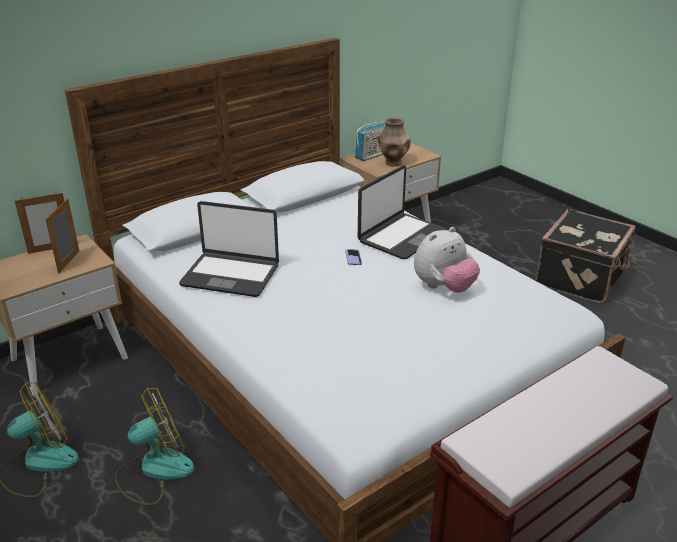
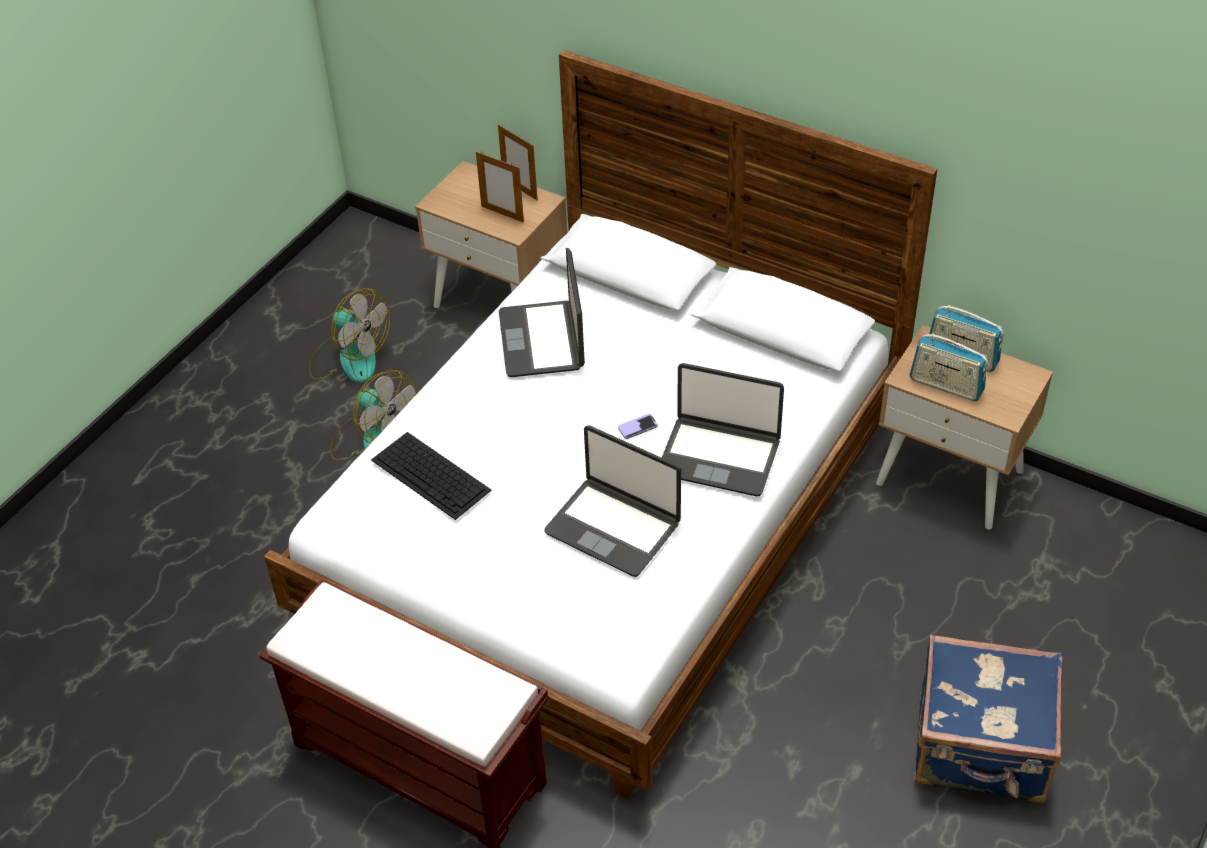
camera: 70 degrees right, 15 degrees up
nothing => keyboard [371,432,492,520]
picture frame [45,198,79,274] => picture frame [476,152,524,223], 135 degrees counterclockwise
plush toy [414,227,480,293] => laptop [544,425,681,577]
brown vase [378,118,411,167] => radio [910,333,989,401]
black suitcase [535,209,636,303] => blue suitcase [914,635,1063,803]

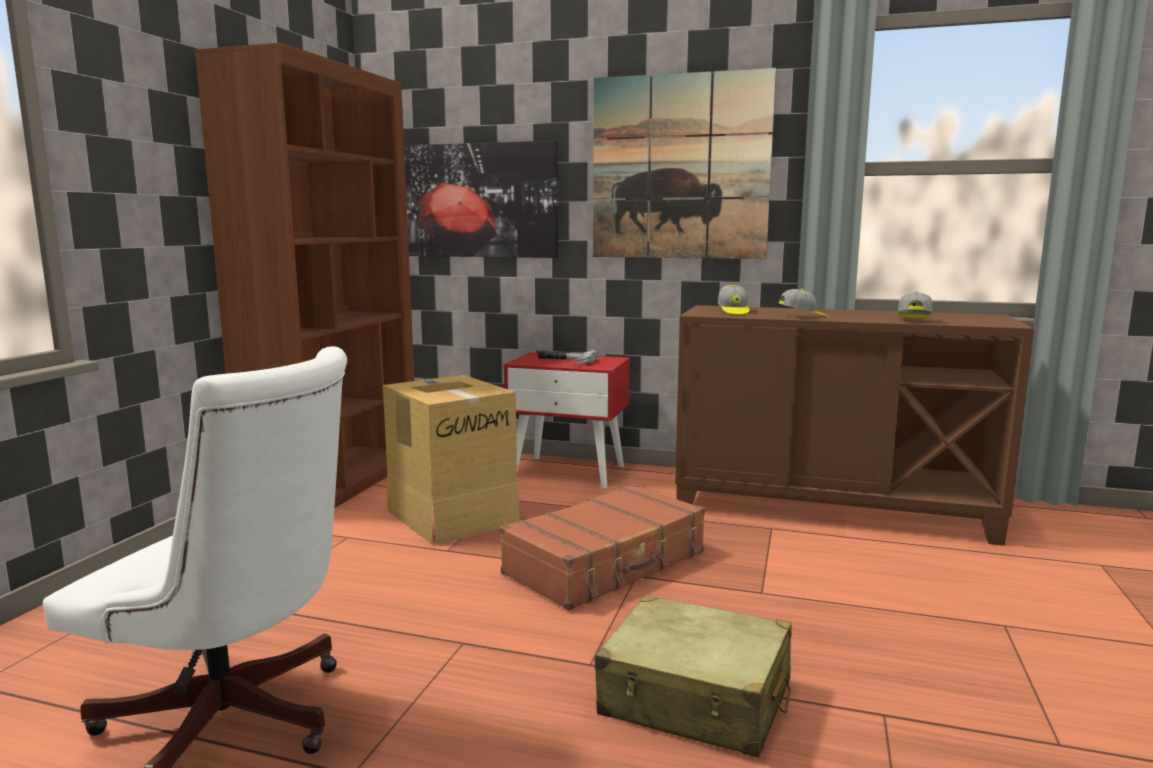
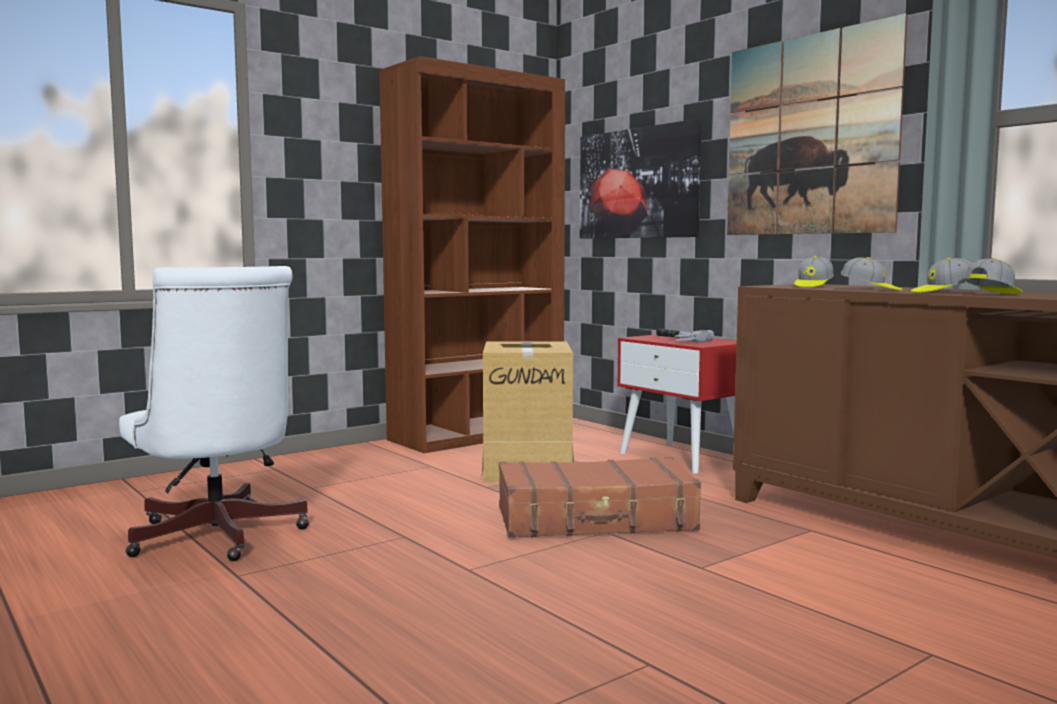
camera: 35 degrees right, 5 degrees down
nothing => cap [911,258,972,293]
beige suitcase [595,595,792,758] => nothing

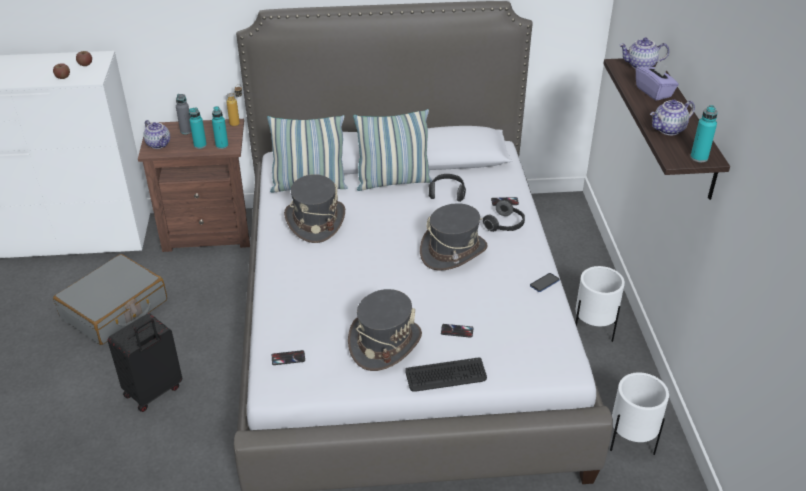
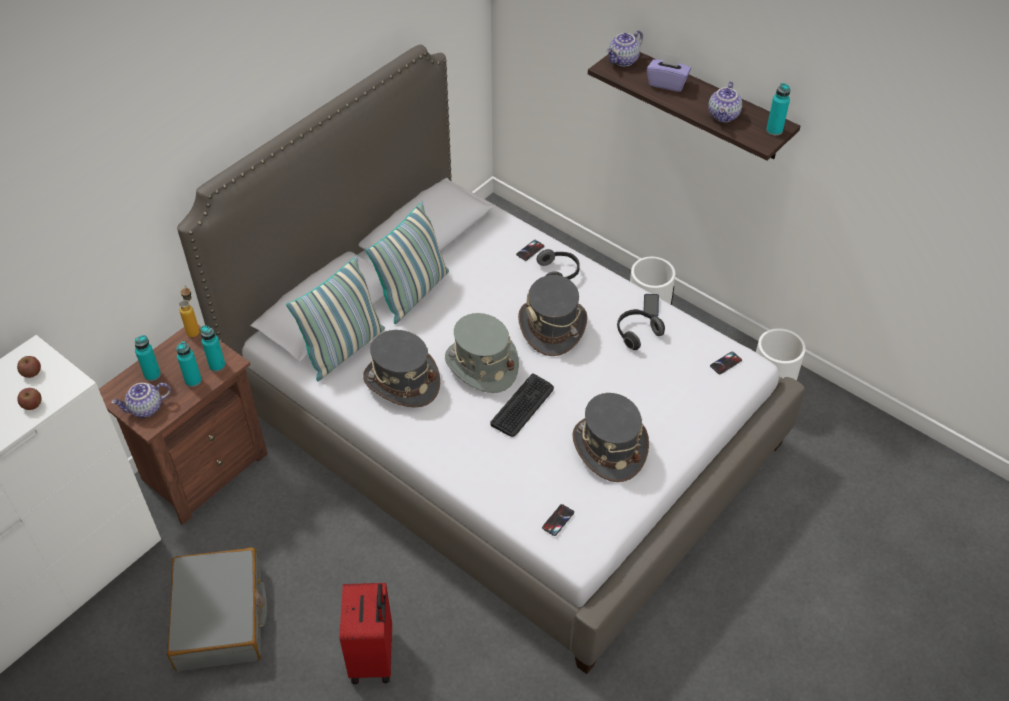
camera: 45 degrees left, 10 degrees up
teapot [143,120,170,149] => teapot [111,383,171,417], 150 degrees clockwise
grey bottle [176,94,192,134] => turquoise bottle [135,335,161,381]
black suitcase [107,313,182,412] => red suitcase [340,583,392,684]
nothing => grey hat [445,313,519,393]
keyboard [405,357,487,392] => keyboard [491,374,554,437], moved
headphones [429,174,466,202] => headphones [617,309,665,350], moved
phone [441,324,473,338] => phone [710,352,742,375], moved

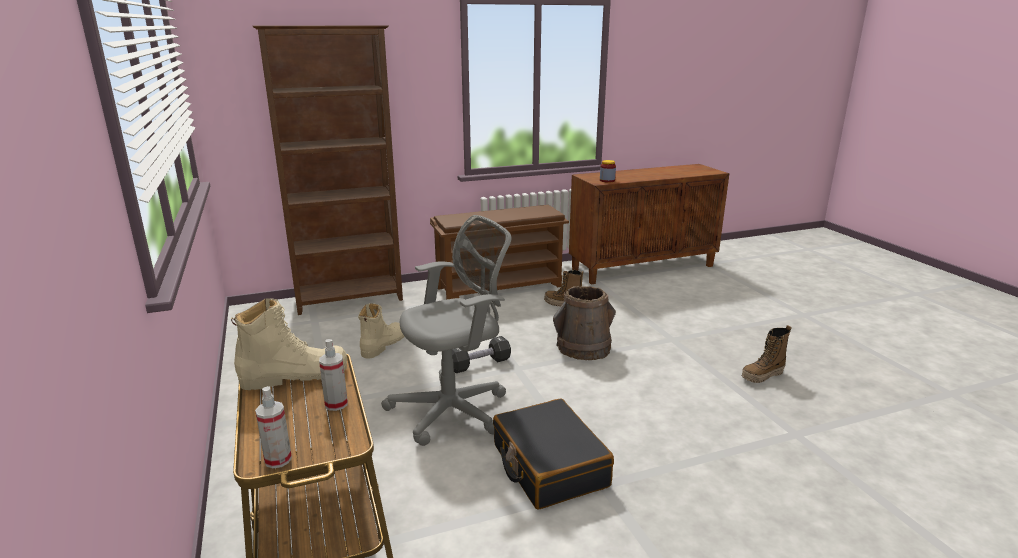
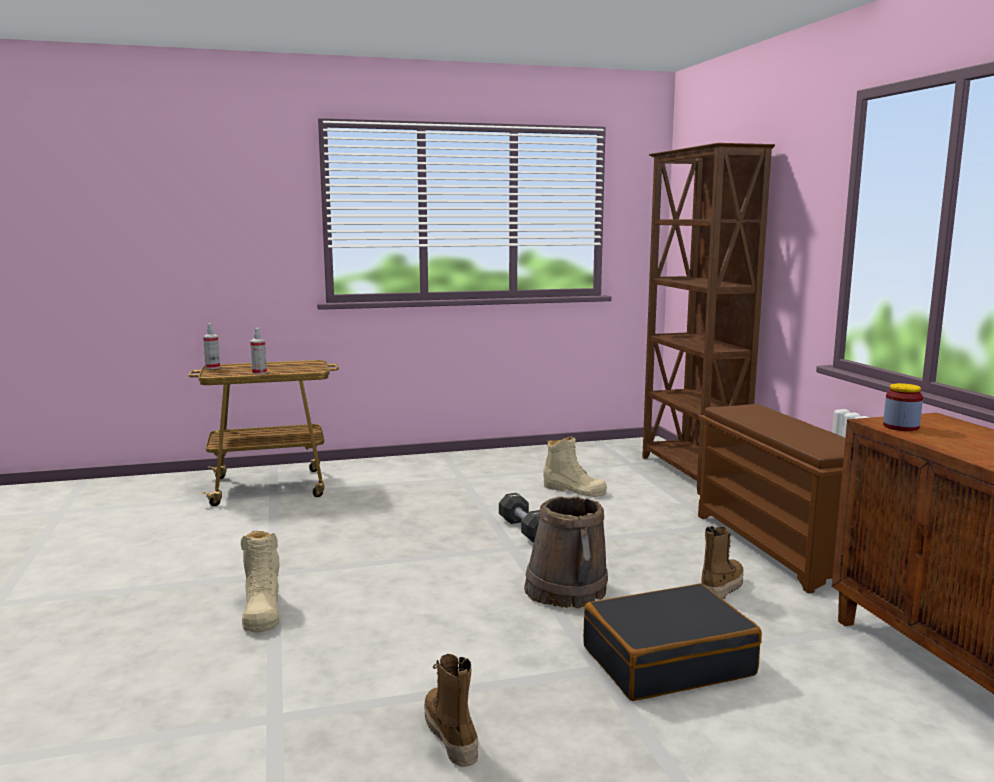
camera: 95 degrees right, 10 degrees down
beige boot [231,298,347,390] => beige boot [241,531,280,633], moved
black suitcase [493,398,614,510] => black suitcase [583,583,762,701], moved
grey office chair [381,215,511,446] => nothing

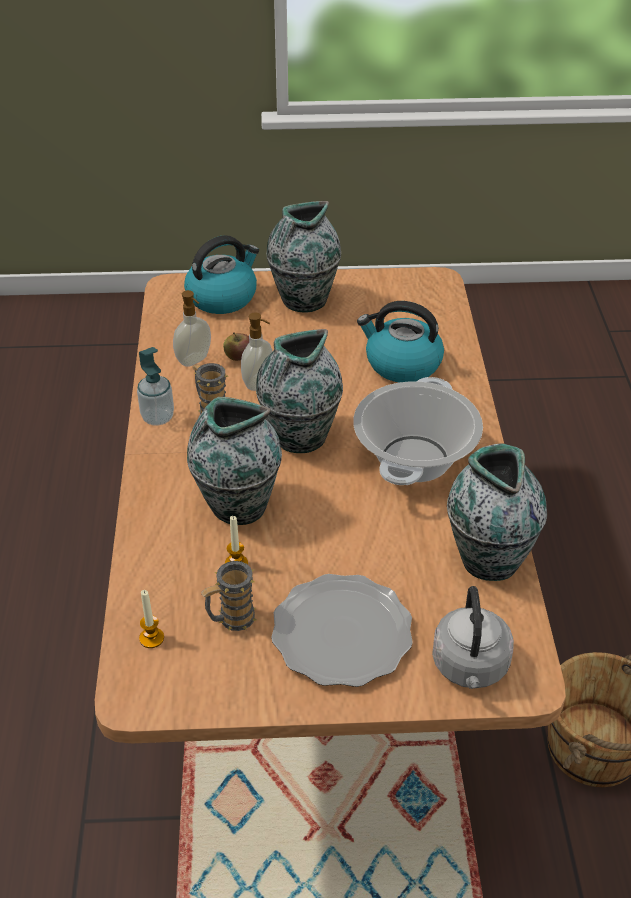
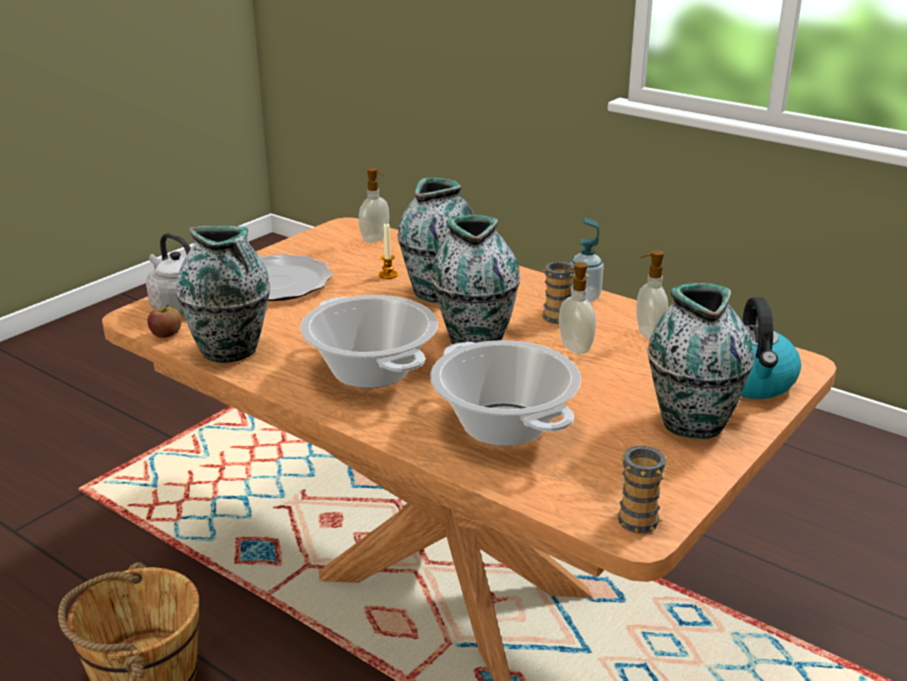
camera: 130 degrees right, 15 degrees down
apple [223,332,249,361] => apple [147,304,182,338], moved
candle [139,590,164,648] => soap dispenser [359,168,389,243]
kettle [357,301,444,382] => cooking pot [430,340,581,446]
mug [201,561,256,631] => mug [614,446,669,533], moved

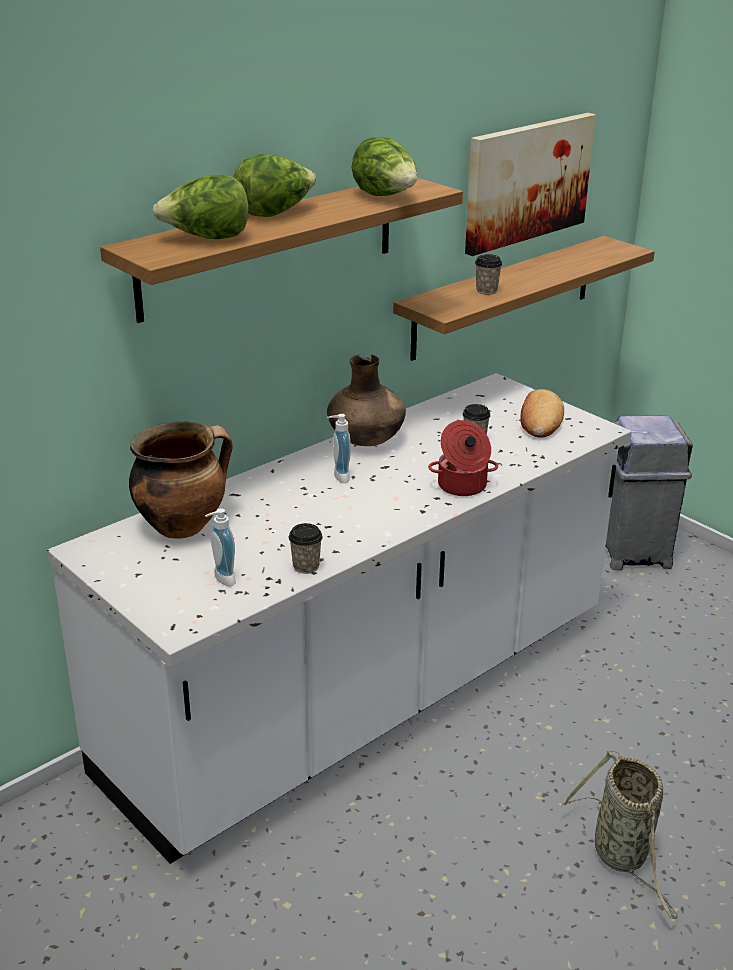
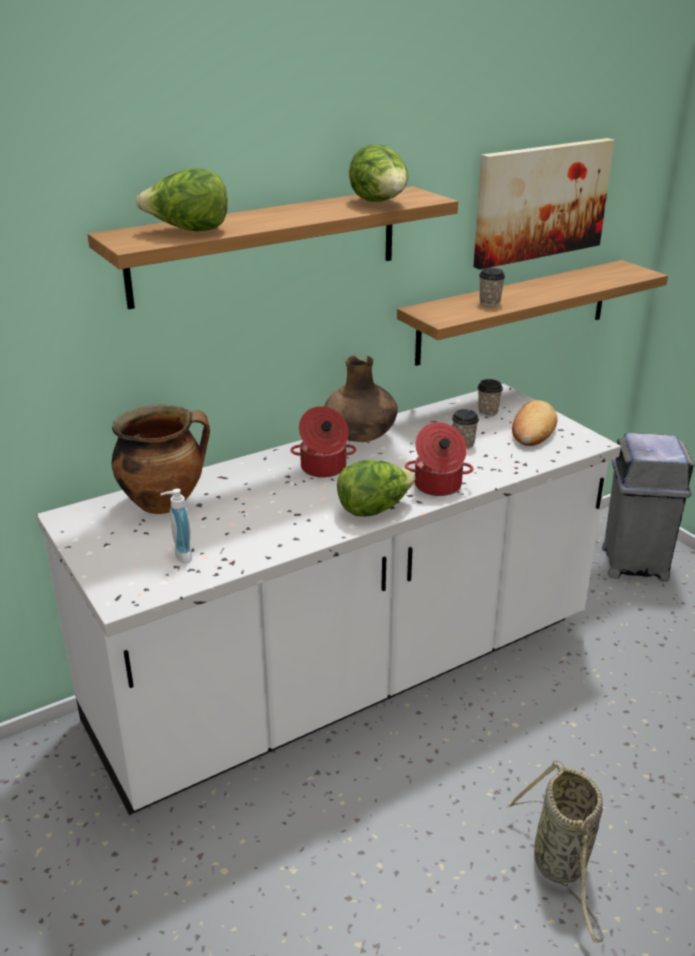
camera: 10 degrees right, 0 degrees up
soap dispenser [327,414,351,483] => cooking pot [290,406,356,478]
lettuce [233,154,316,217] => lettuce [337,459,415,517], moved
cup [289,523,323,574] => cup [477,379,503,416], moved

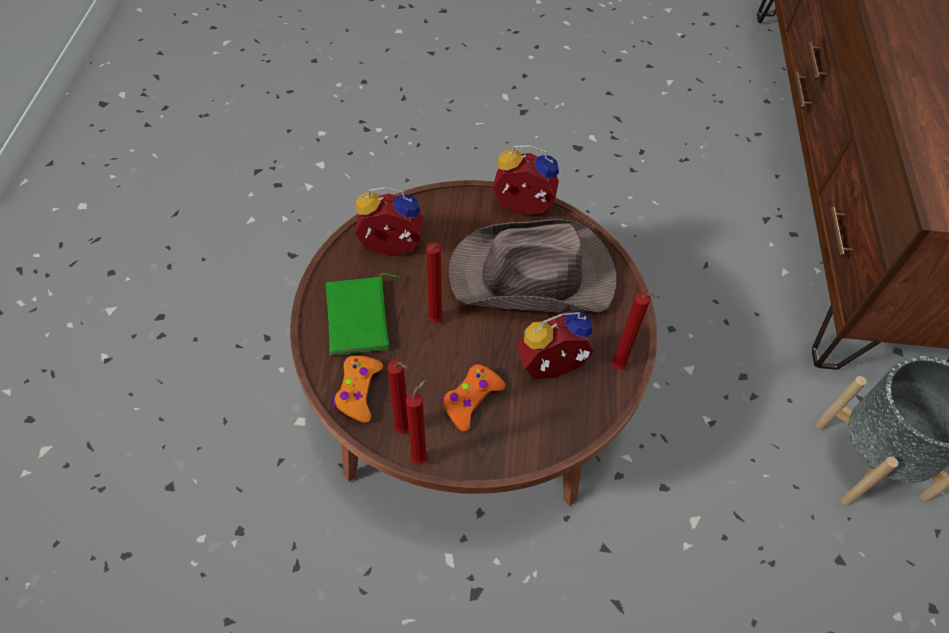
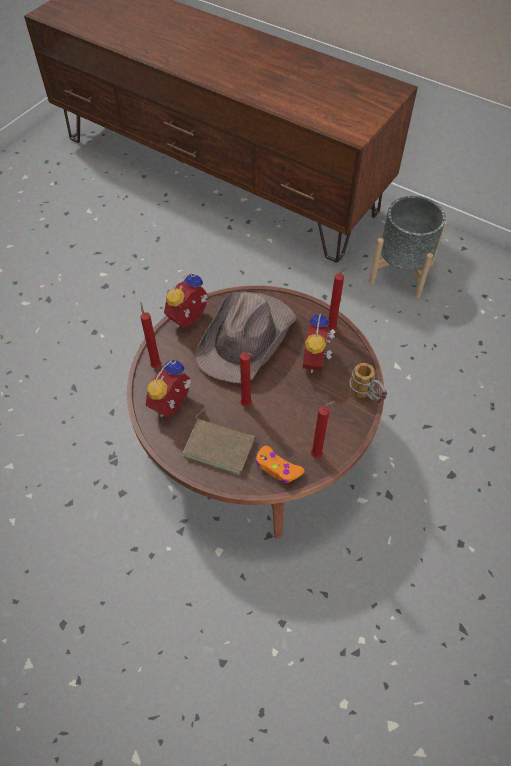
camera: 60 degrees left, 0 degrees up
red candle [406,380,428,465] => red candle [140,303,161,368], moved
green book [326,273,400,355] => brown book [182,408,255,475]
nothing => mug [349,363,387,405]
orange game controller [442,364,506,431] => nothing

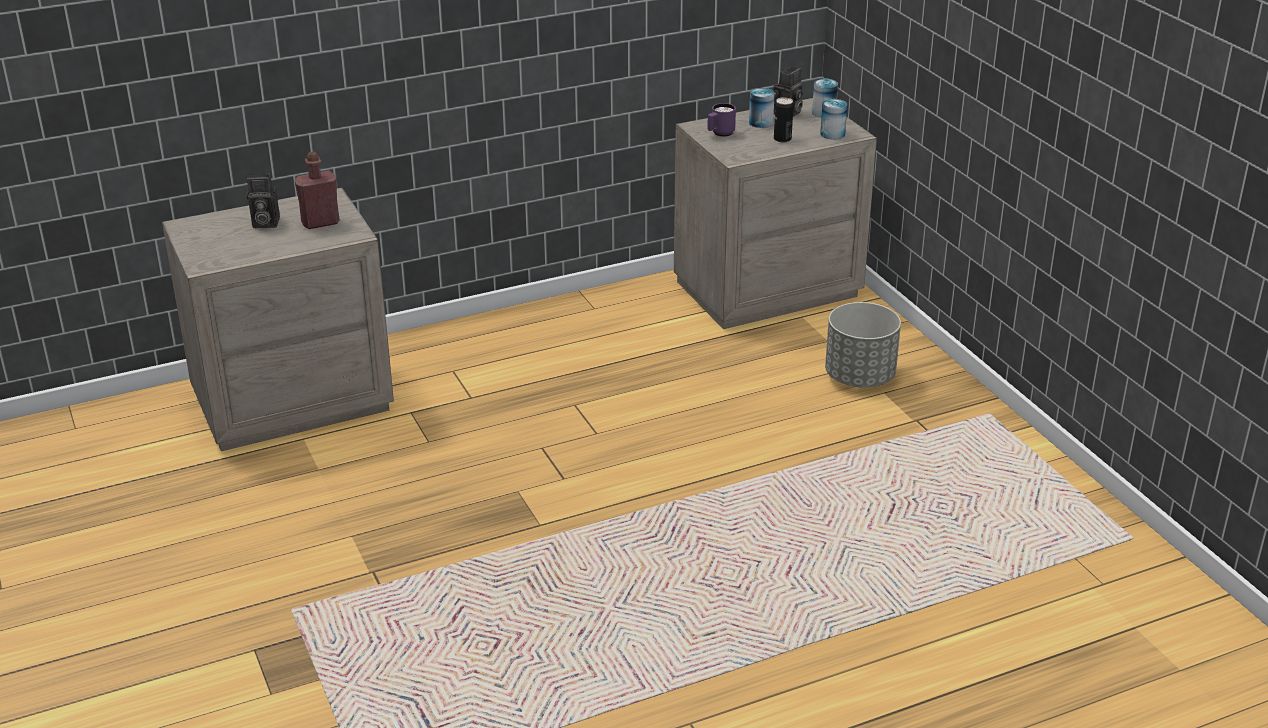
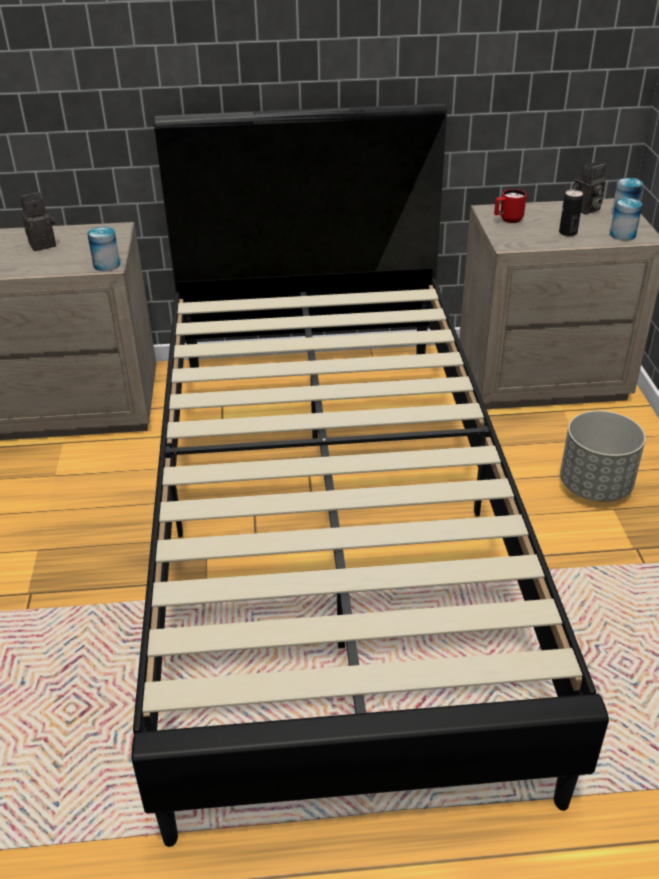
camera: 20 degrees right, 5 degrees up
photo camera [247,173,280,228] => photo camera [20,192,56,251], 135 degrees clockwise
can [749,88,775,128] => can [87,227,120,271], moved
nothing => black bed [131,103,609,847]
purple mug [707,103,736,137] => red mug [494,189,527,223]
red bottle [294,152,340,229] => nothing

